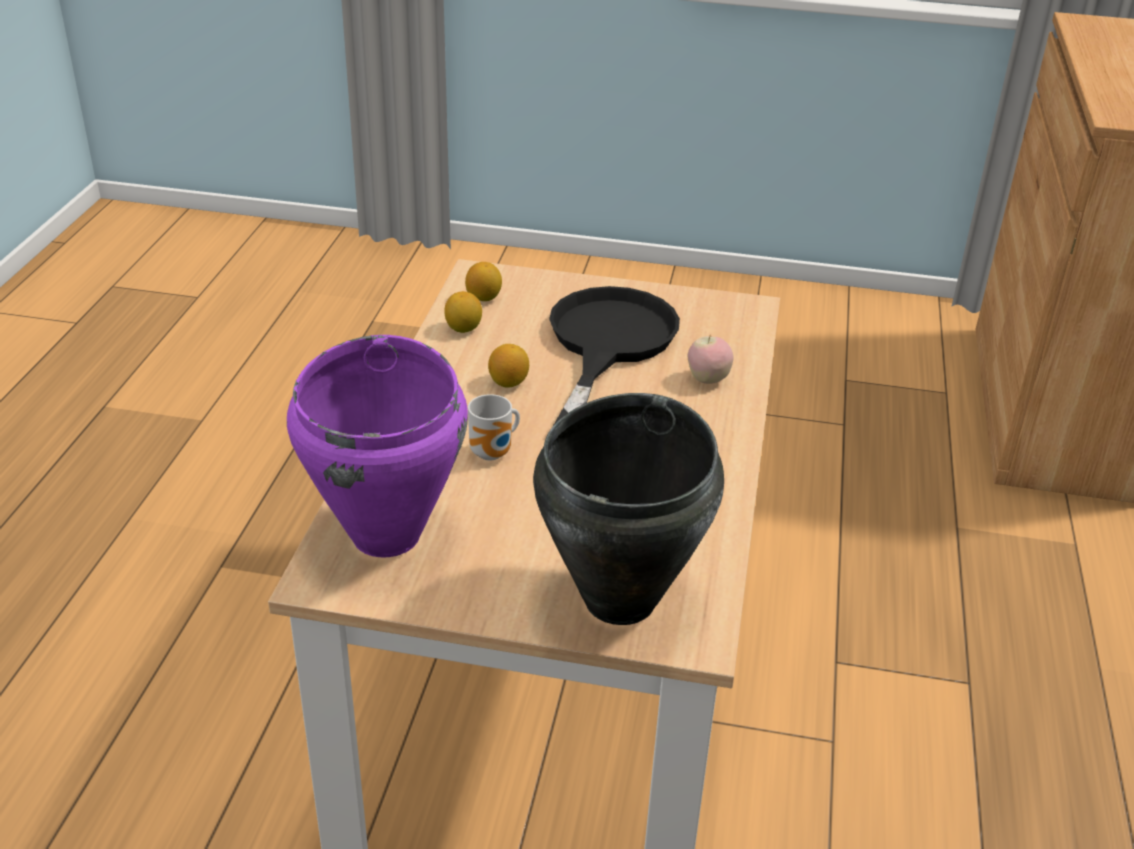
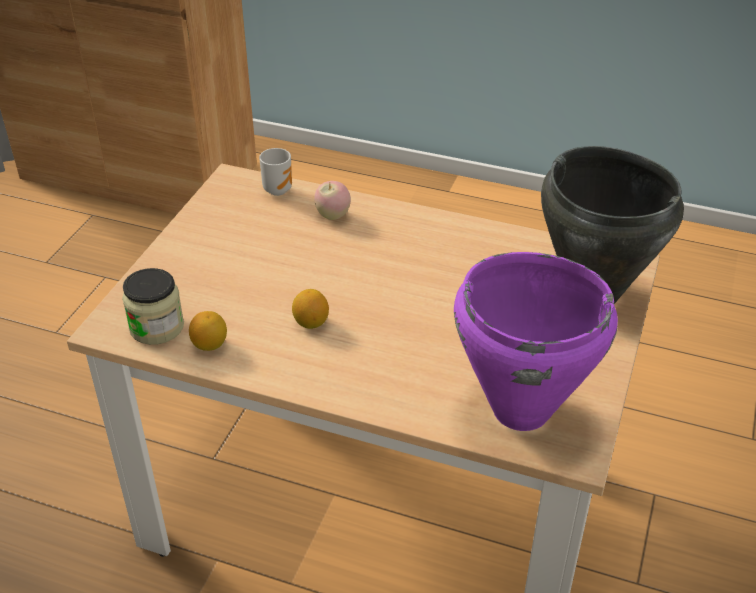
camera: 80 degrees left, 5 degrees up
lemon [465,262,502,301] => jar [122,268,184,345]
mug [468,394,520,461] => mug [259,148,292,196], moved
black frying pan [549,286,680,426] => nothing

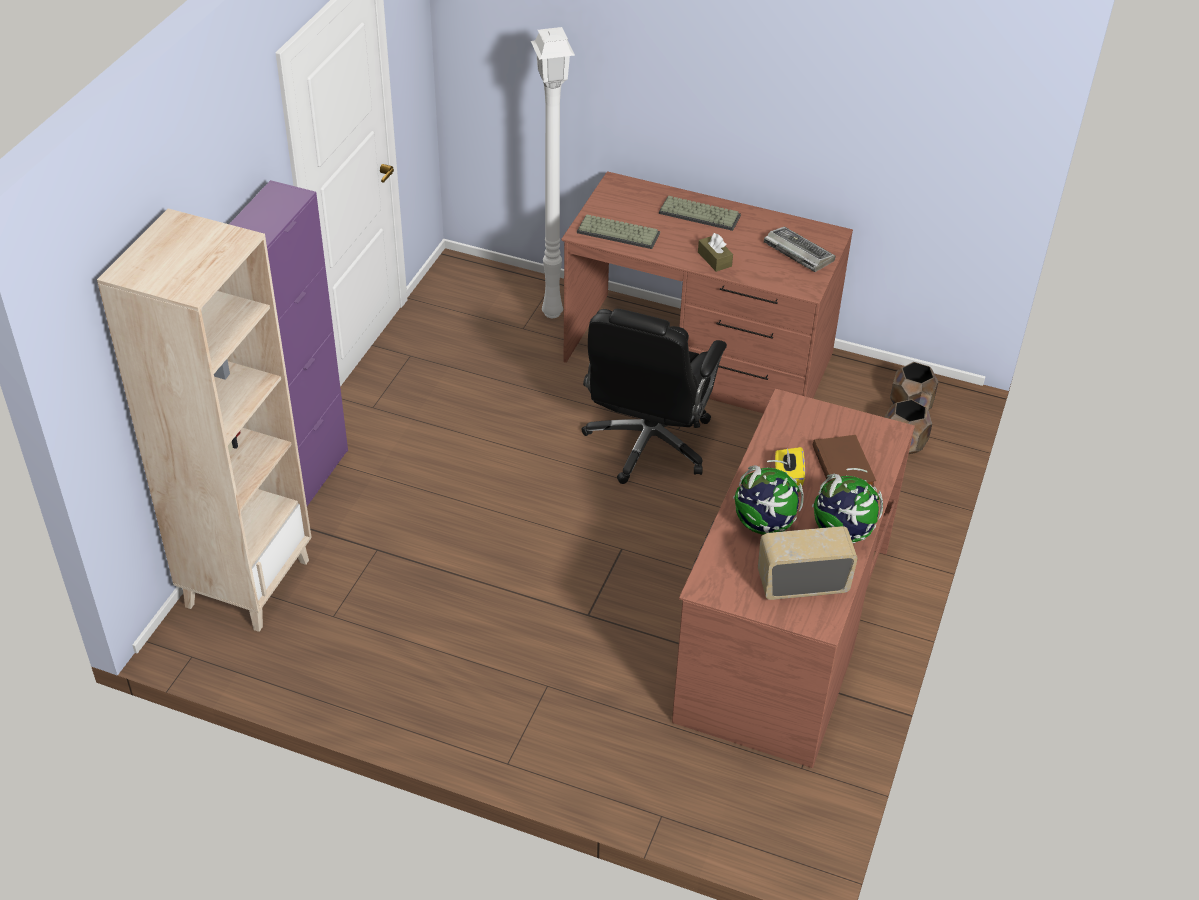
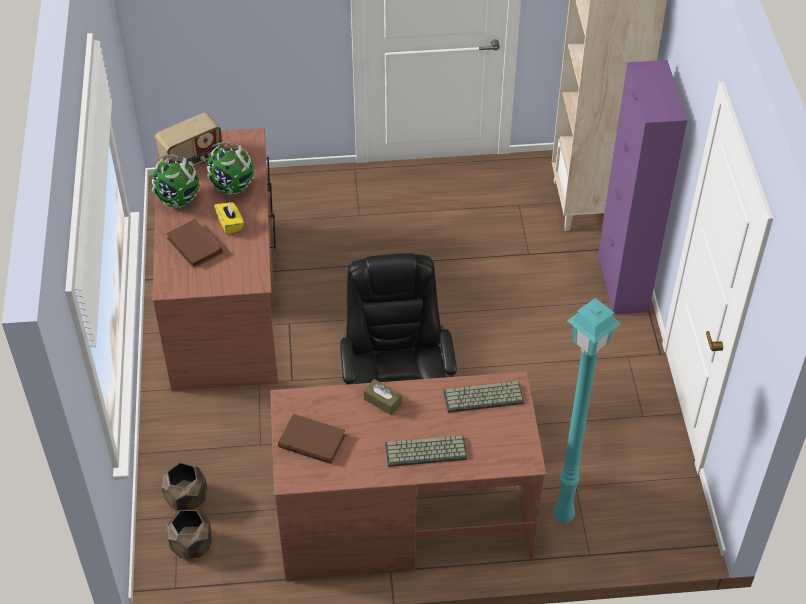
camera: 155 degrees right, 5 degrees up
keyboard [764,227,835,272] => brown book [278,414,346,464]
white floor lamp [531,27,575,318] => turquoise floor lamp [553,298,621,523]

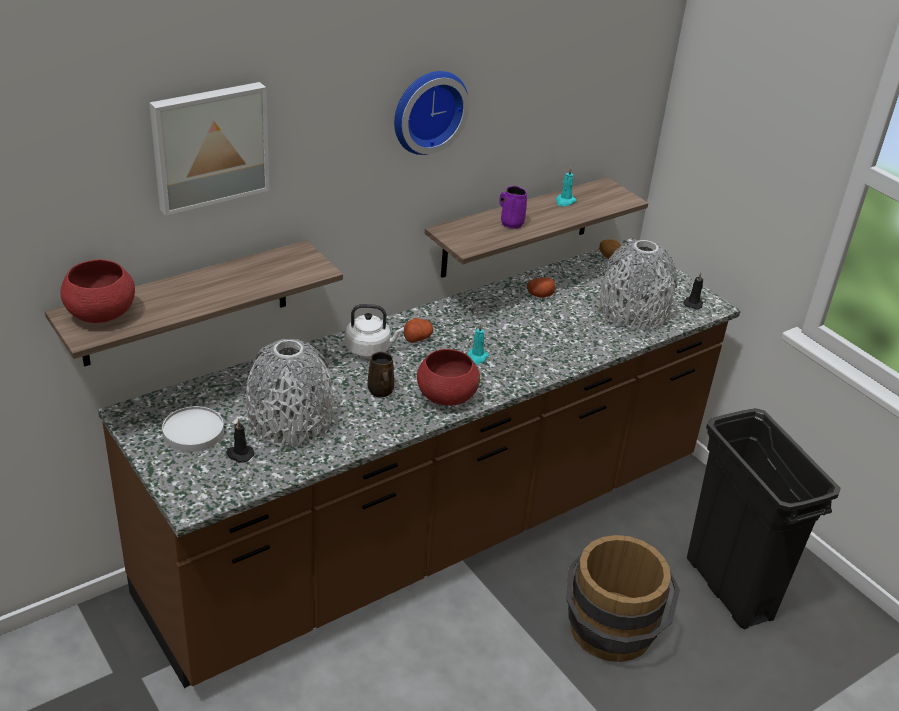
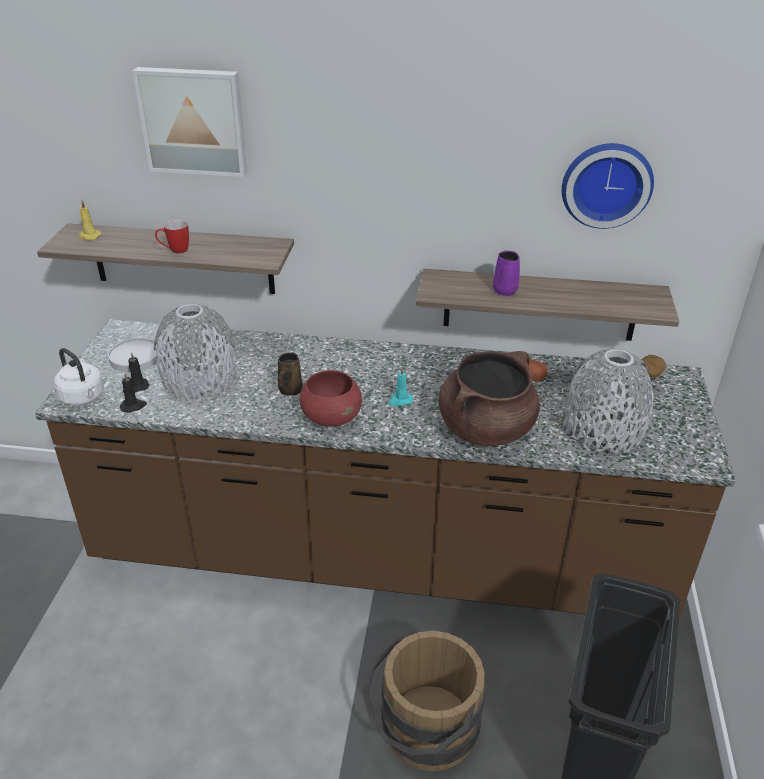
camera: 45 degrees right, 0 degrees up
white kettle [345,304,404,358] => white kettle [54,348,104,405], moved
red bowl [60,259,135,323] => yellow candle [79,200,102,240]
black candle [683,273,703,309] => black candle [120,373,147,413], moved
nothing => mug [155,220,189,253]
nothing => brown cooking pot [438,351,540,446]
wall clock [394,71,469,155] => wall clock [562,143,654,229], moved
potato [404,318,433,343] => nothing
turquoise candle [556,167,577,206] => nothing

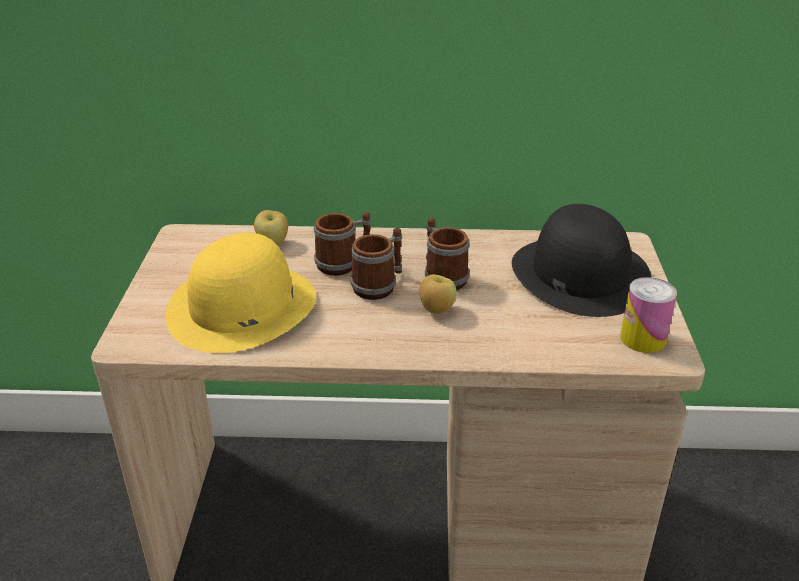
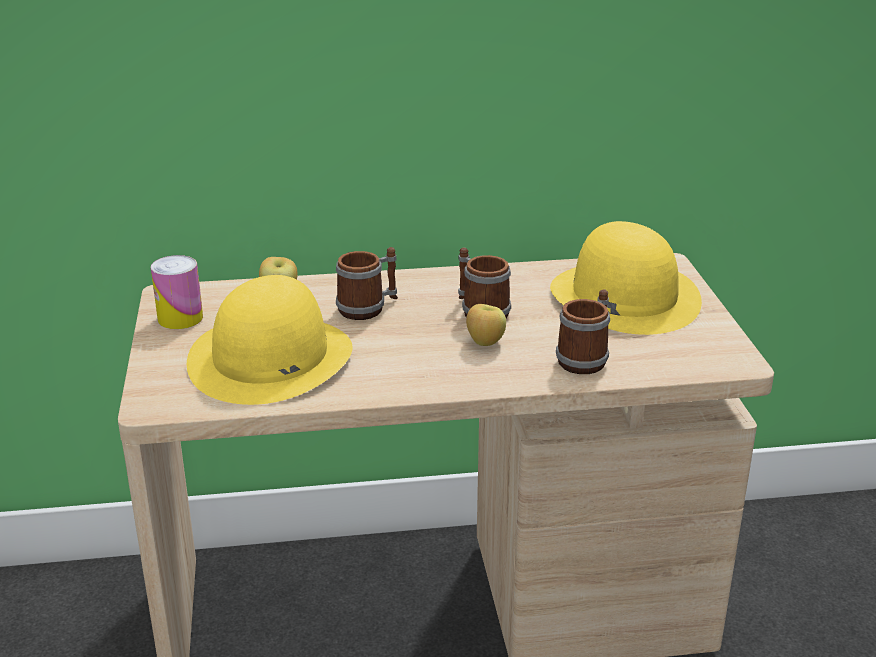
camera: 10 degrees left, 5 degrees down
can [620,277,677,353] => can [151,255,203,329], moved
black hat [512,204,652,317] => yellow hat [550,221,702,335]
mug [350,228,402,300] => mug [556,289,610,374], moved

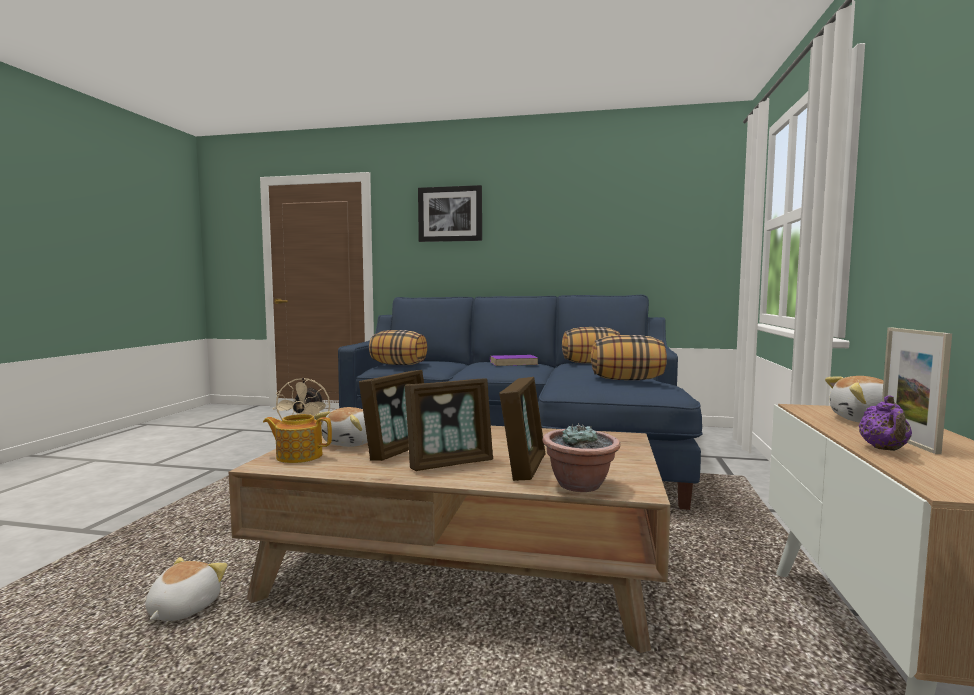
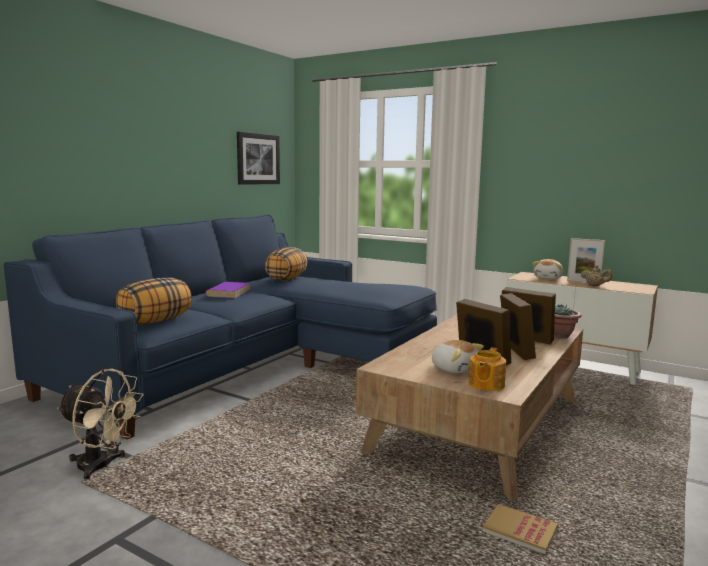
camera: 70 degrees left, 5 degrees up
picture [418,185,482,242] => picture [237,132,280,185], moved
plush toy [145,557,228,621] => book [483,504,558,555]
purple teapot [859,395,912,451] => beige teapot [581,265,612,286]
pillow [591,335,667,380] => nothing

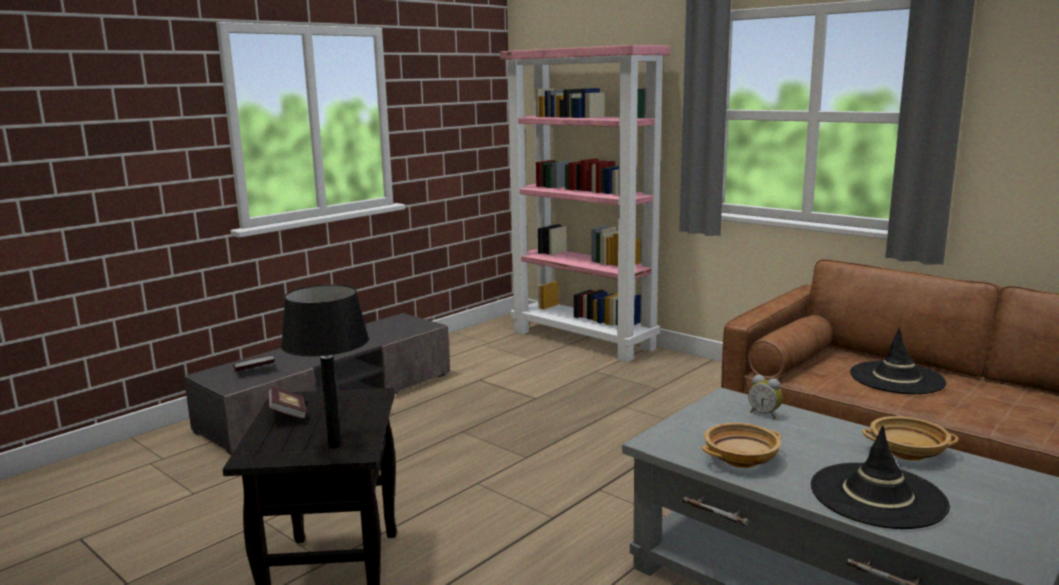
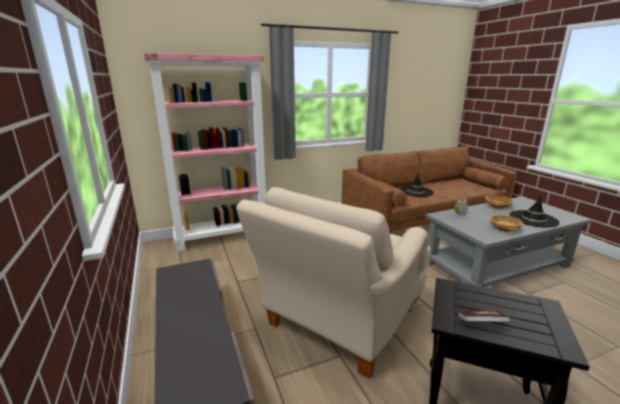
camera: 65 degrees left, 5 degrees up
nothing => beige armchair [236,187,431,378]
book [234,354,275,372] => nothing
black table lamp [281,285,369,448] => nothing

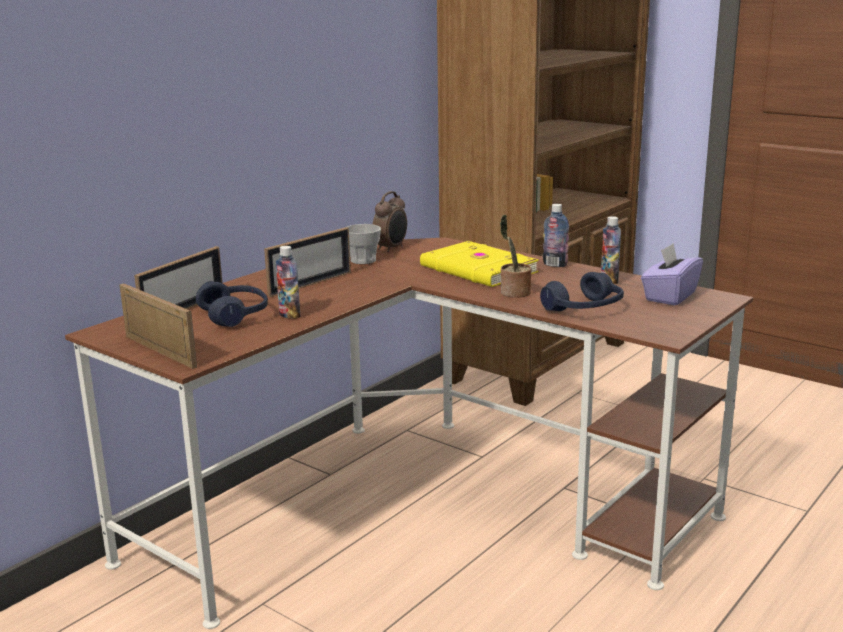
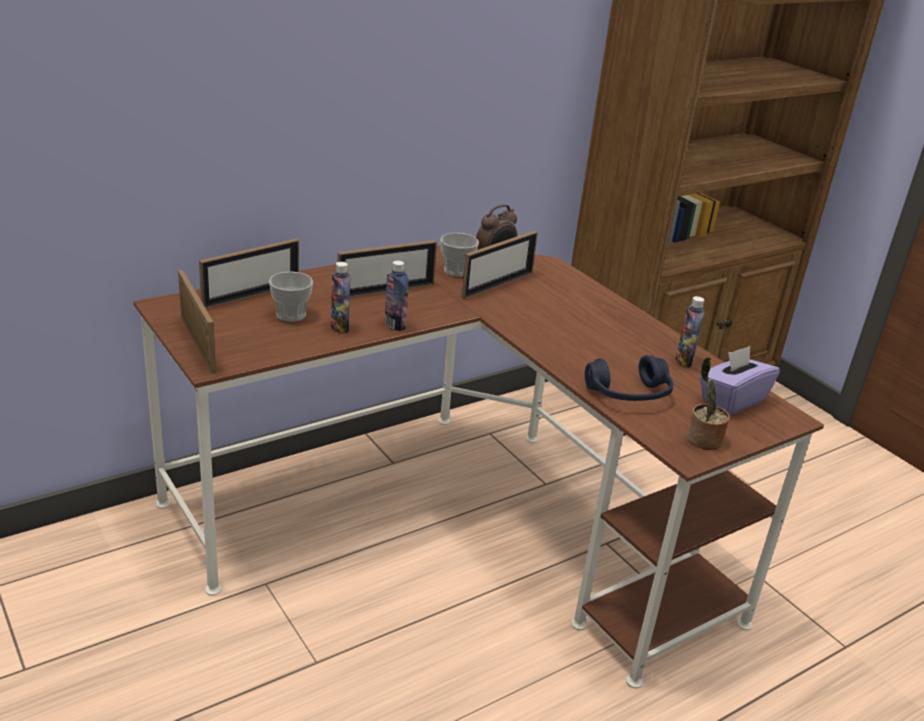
camera: 15 degrees right, 10 degrees up
blue headphones [196,281,268,327] => cup [269,272,313,322]
bottle [543,204,569,267] => bottle [385,261,409,331], moved
nothing => picture frame [461,231,538,299]
potted plant [500,215,532,298] => potted plant [687,357,730,450], moved
yellow book [420,241,539,287] => nothing

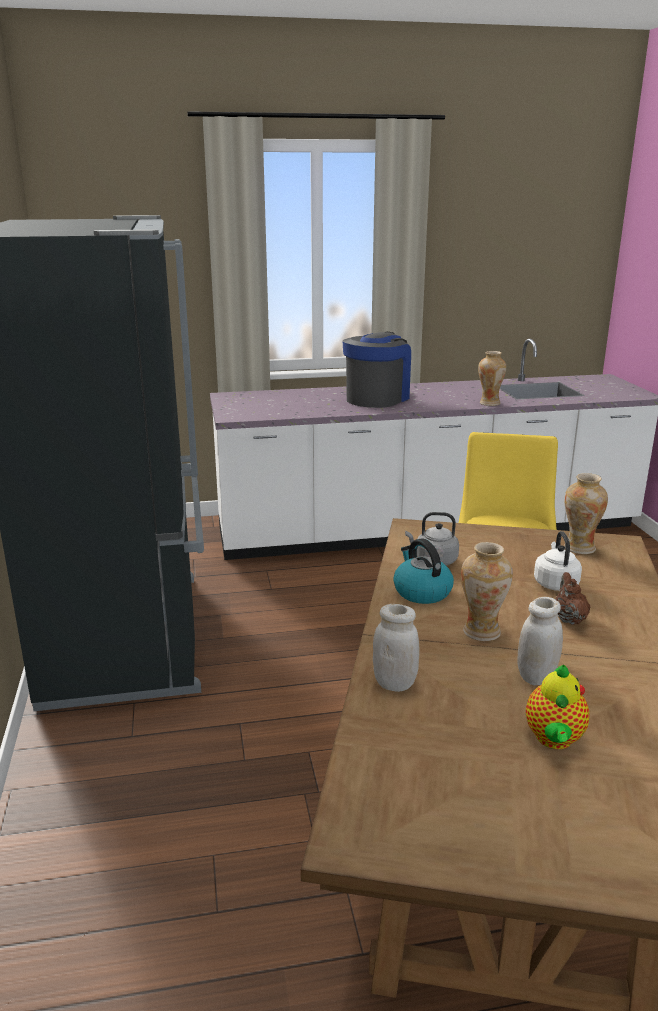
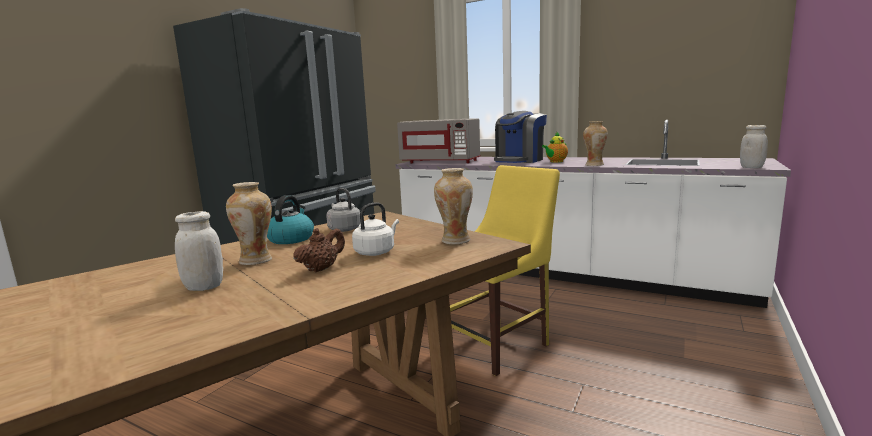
camera: 40 degrees right, 10 degrees down
nothing => grey microwave [397,118,481,163]
coffee machine [342,331,411,408] => coffee machine [494,111,547,163], 150 degrees clockwise
teapot [526,665,590,749] => teapot [542,132,568,162], moved
white jar [373,604,420,692] => white jar [740,125,768,168], moved

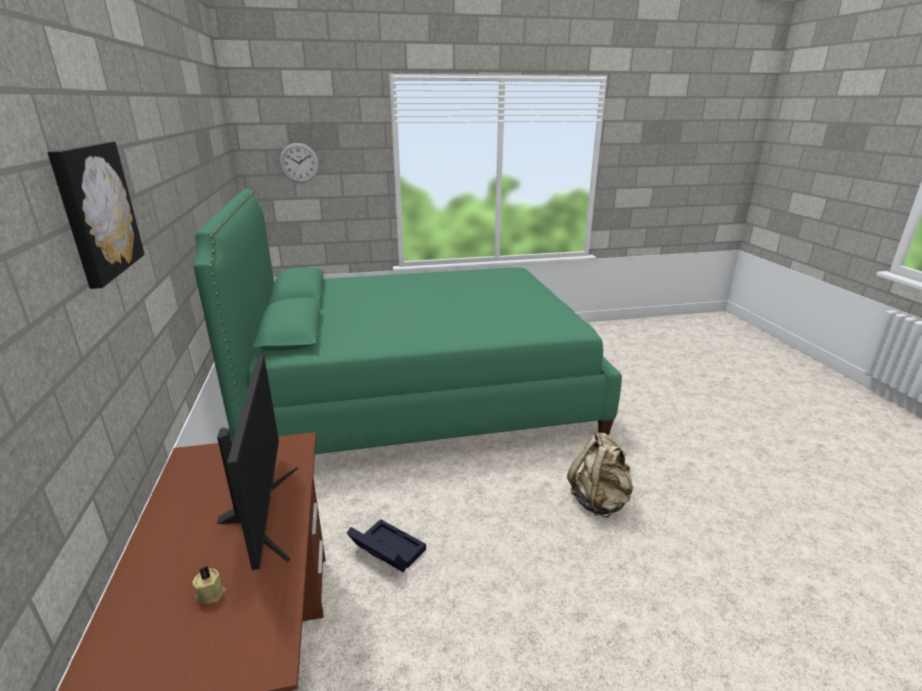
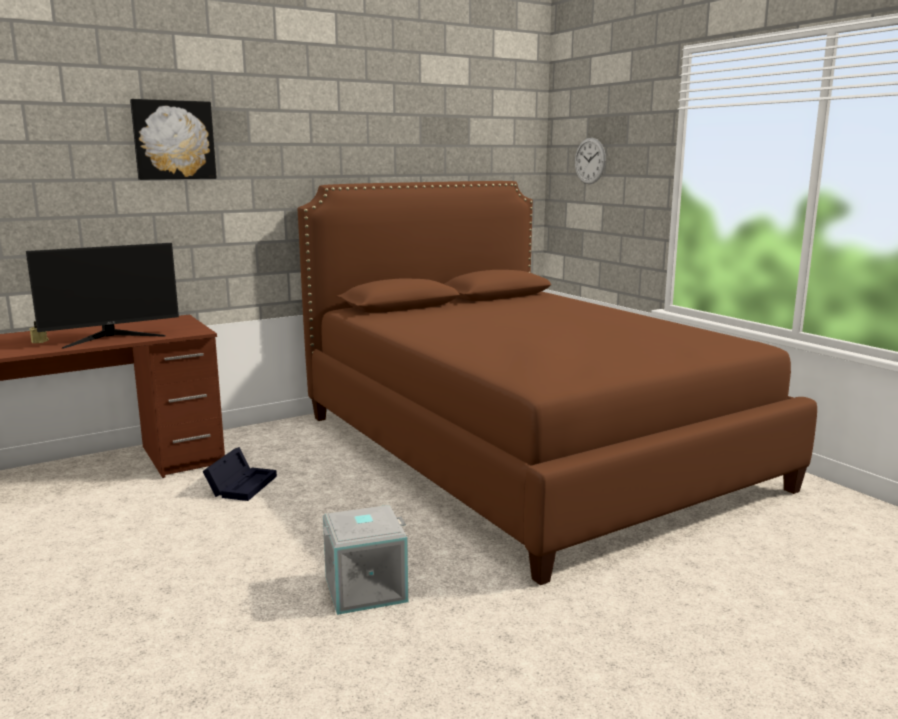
camera: 70 degrees right, 10 degrees down
green bed [194,189,622,454] => brown bed [298,181,817,585]
beige backpack [567,432,634,518] => grey storage box [323,505,408,615]

